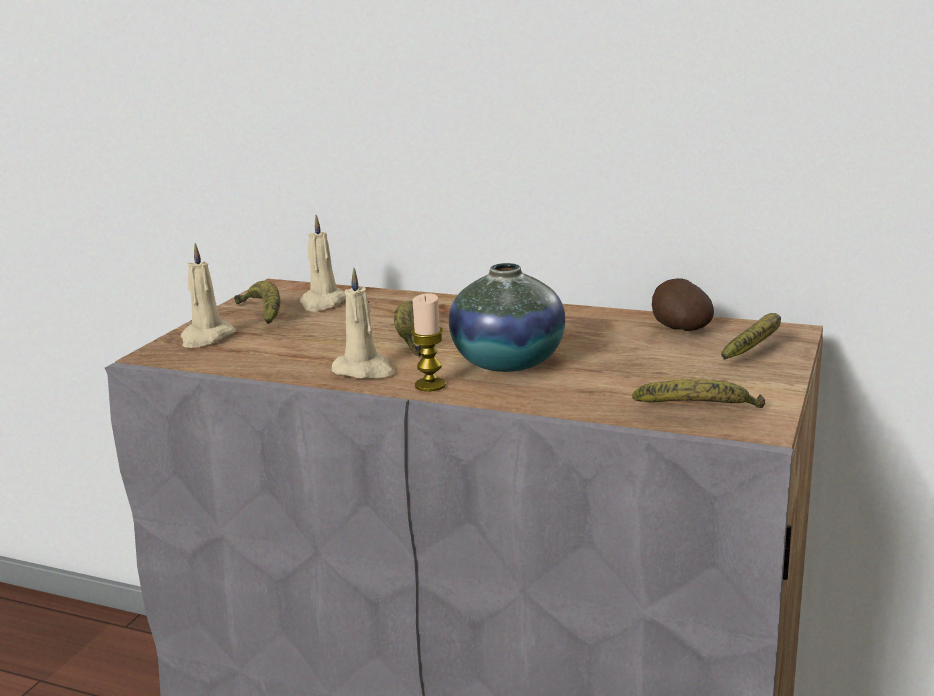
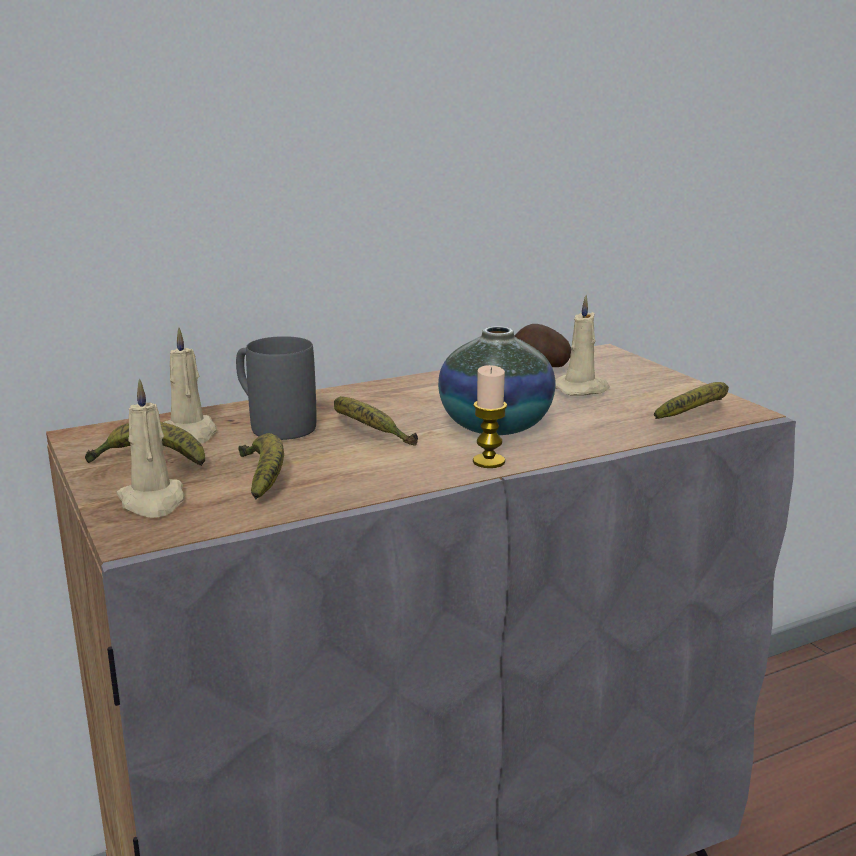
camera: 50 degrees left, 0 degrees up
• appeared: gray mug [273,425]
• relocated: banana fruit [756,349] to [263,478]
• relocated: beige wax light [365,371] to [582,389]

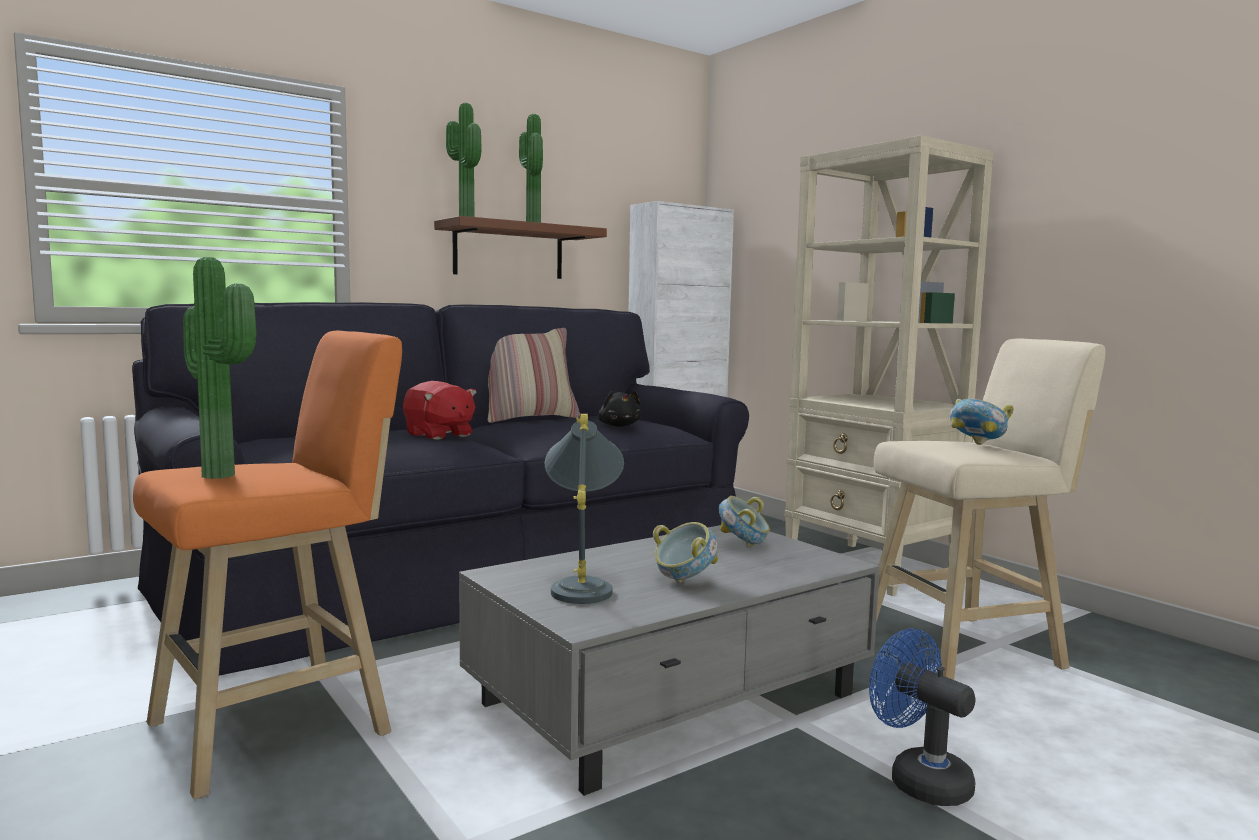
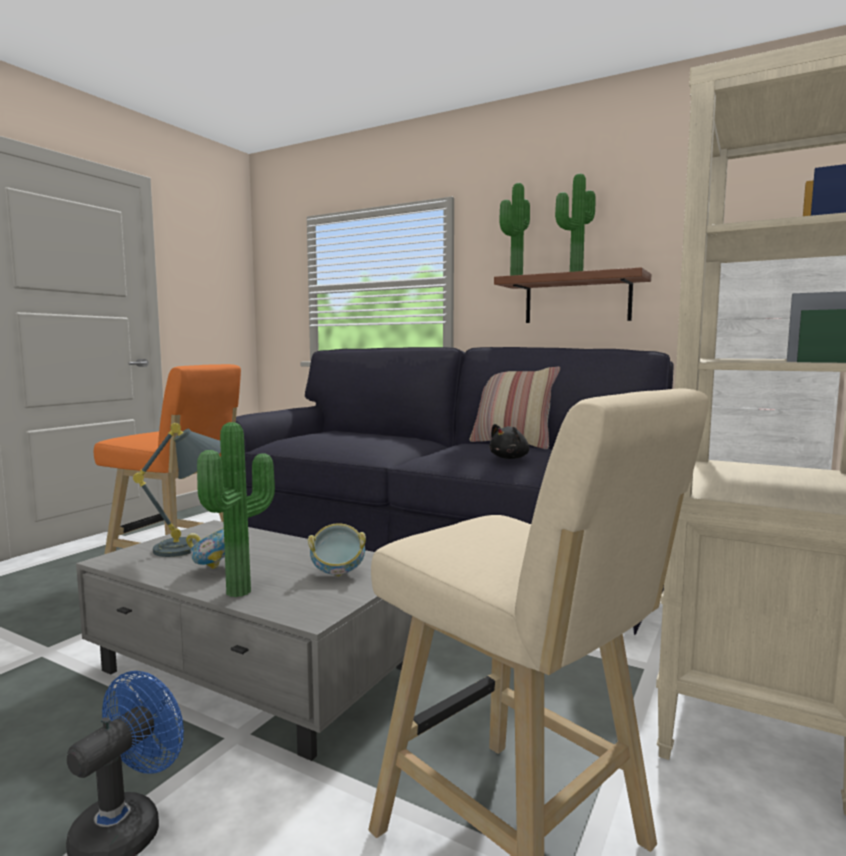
camera: 65 degrees right, 0 degrees up
• relocated: houseplant [224,474] to [243,592]
• missing: reddish cuddly toy [439,435]
• missing: serving bowl [977,445]

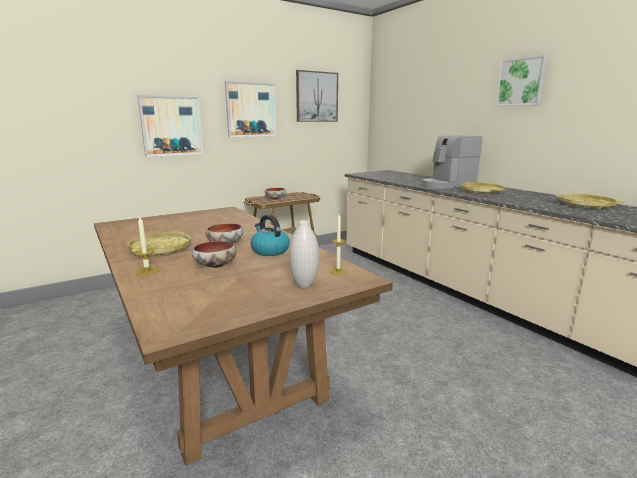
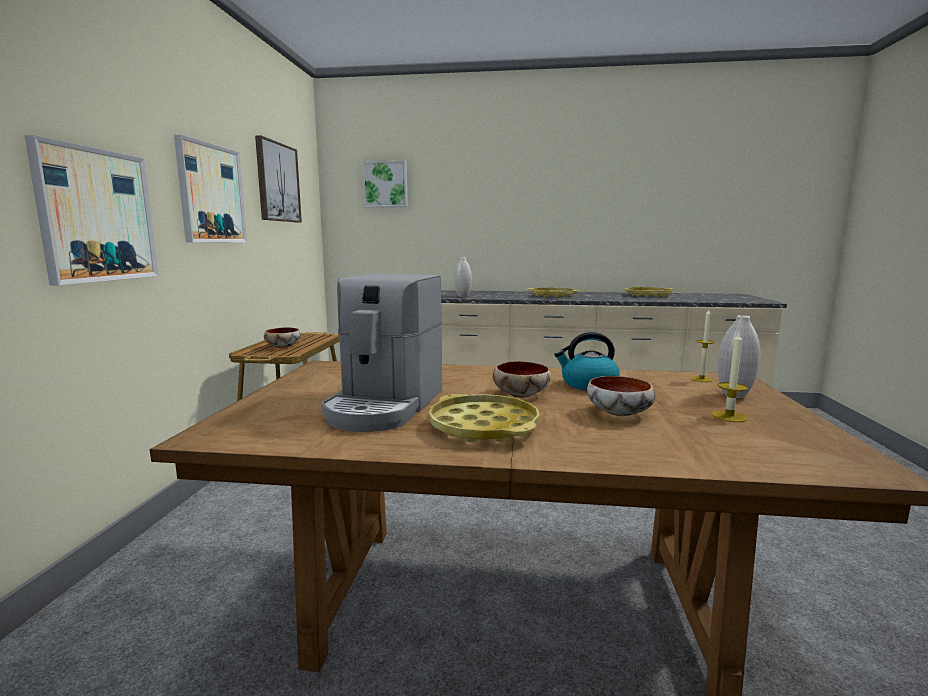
camera: 50 degrees left, 5 degrees down
• relocated: coffee brewer [447,185] to [384,406]
• relocated: wall art [521,82] to [385,184]
• appeared: white vase [462,296]
• relocated: wax light [147,271] to [729,416]

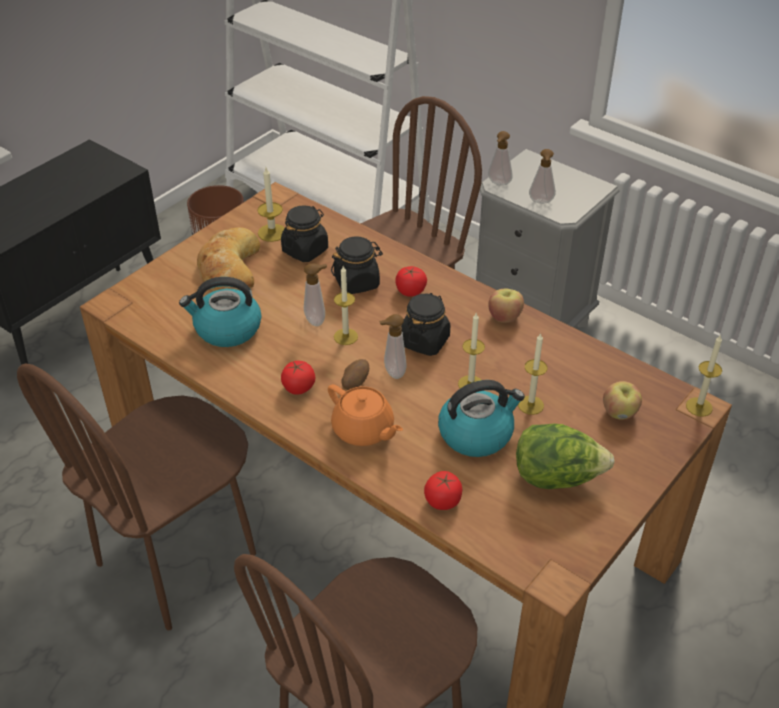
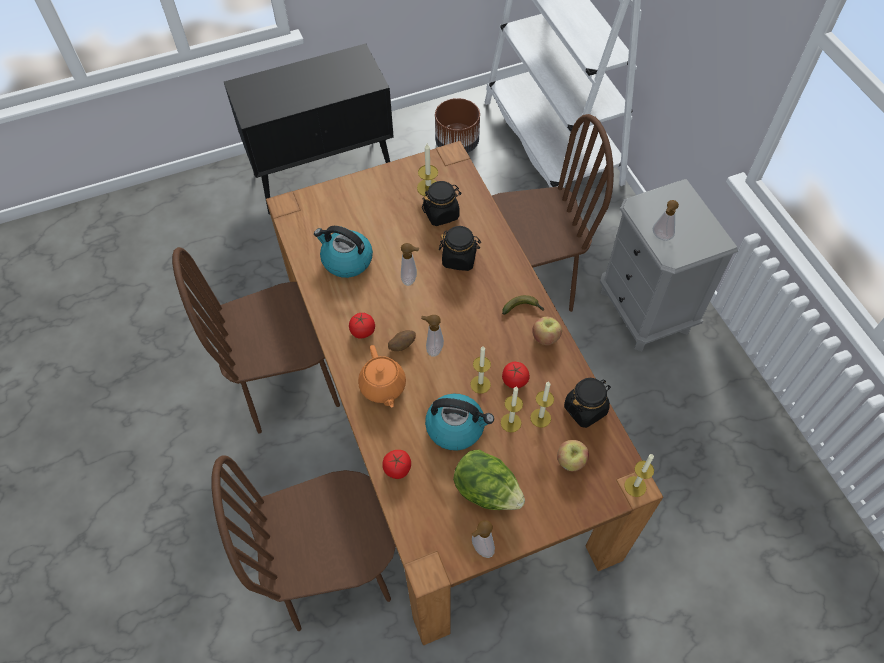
camera: 30 degrees right, 15 degrees up
• relocated: liquid soap bottle [498,184] to [480,548]
• appeared: banana fruit [523,308]
• relocated: fresh tomato [410,291] to [514,380]
• relocated: wax light [345,336] to [540,418]
• relocated: black-coloured preserve jar [424,341] to [585,409]
• missing: bread [228,268]

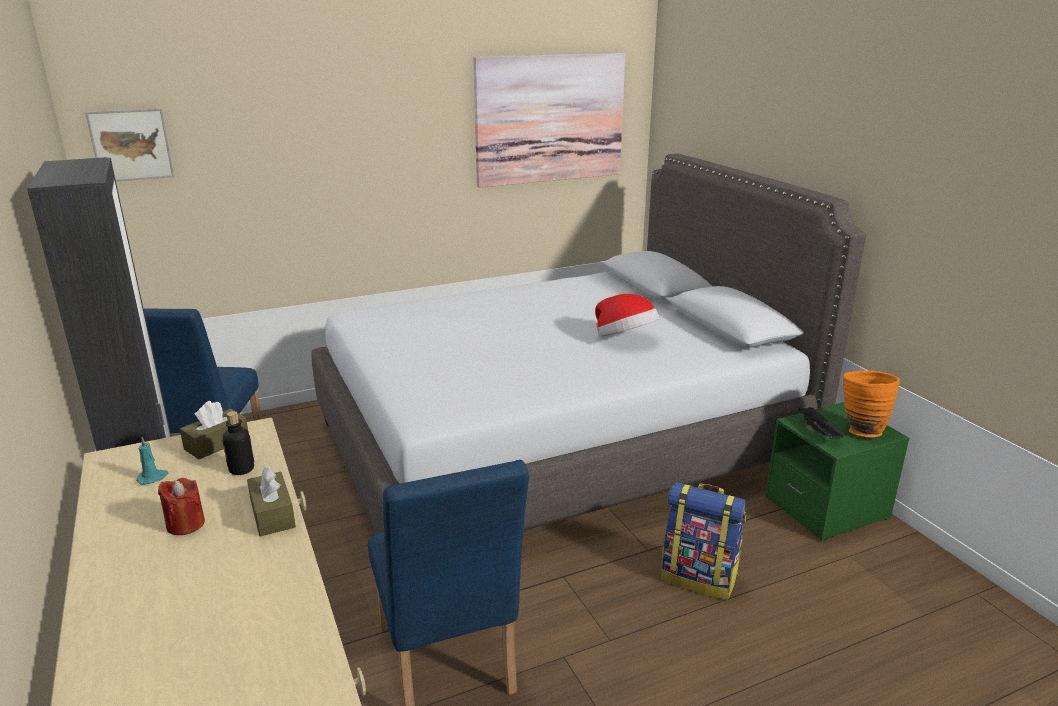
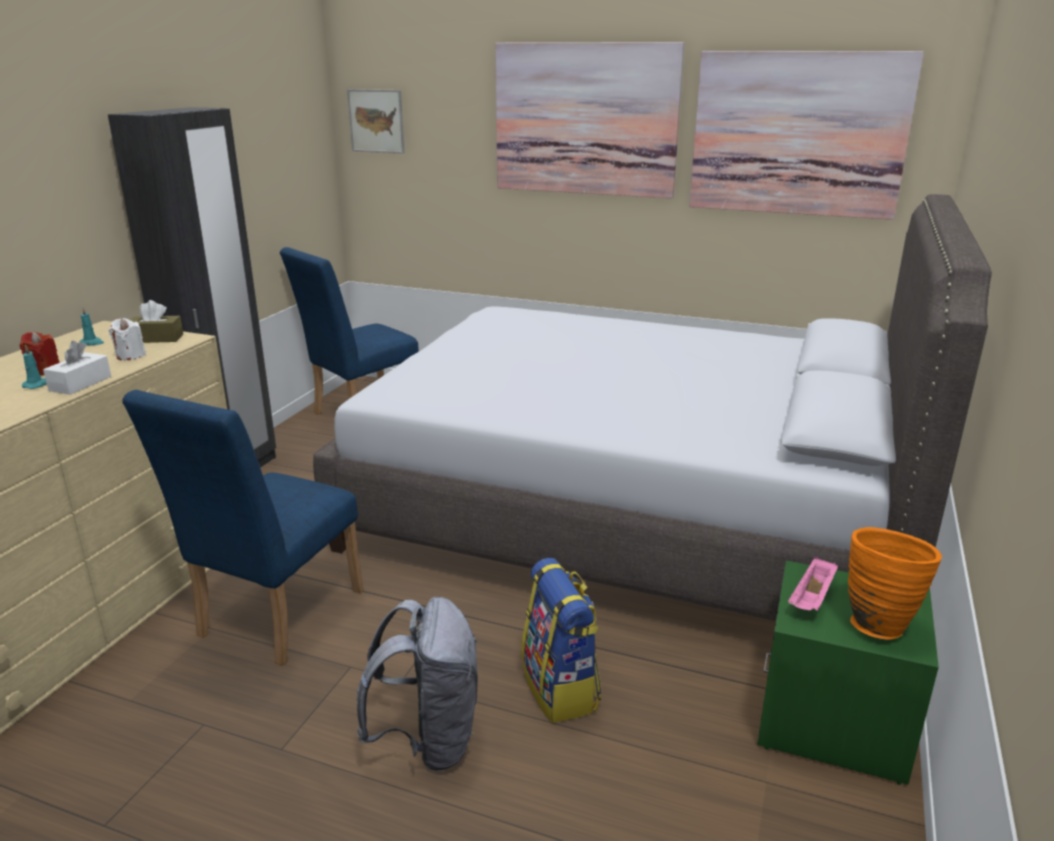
camera: 45 degrees right, 0 degrees up
• appeared: blue-green wax light [37,385]
• colour: brownish box of tissues [272,514] to white box of tissues [80,383]
• exchanged: drink bottle [241,469] to white wax light [130,356]
• appeared: gray backpack [428,740]
• appeared: wall art [585,119]
• colour: black-coloured tray [820,432] to pink tray [812,598]
• missing: hat [625,339]

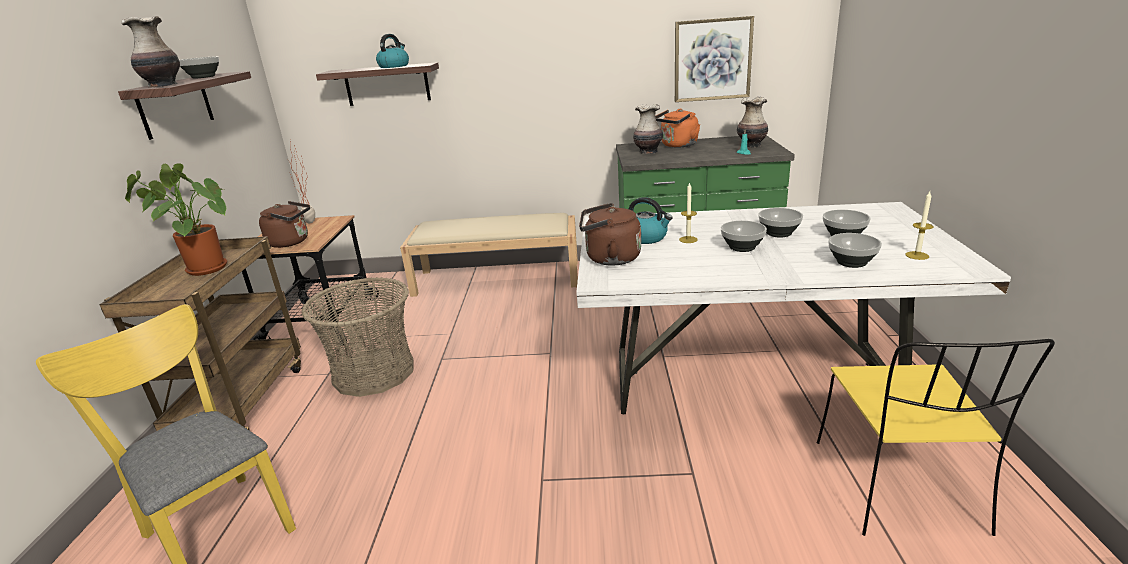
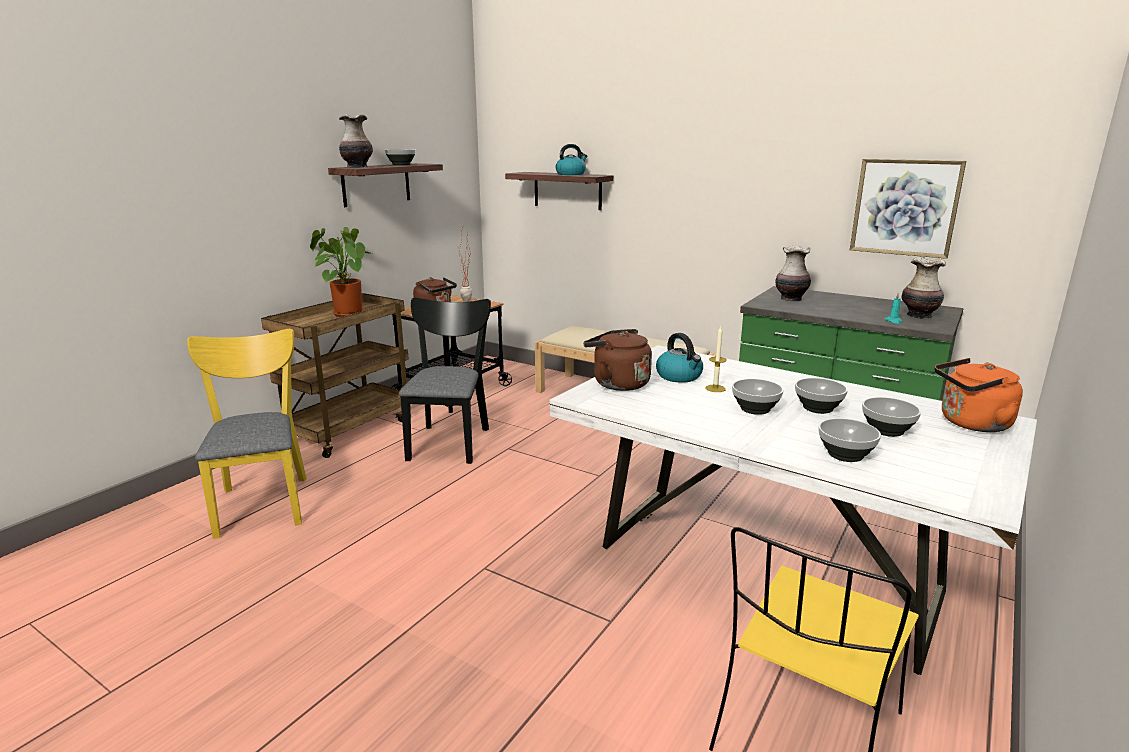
camera: 30 degrees right, 5 degrees down
• exchanged: basket [374,372] to black-coloured upright chair [450,440]
• relocated: orange tea kettle [677,145] to [971,424]
• missing: wax light [917,255]

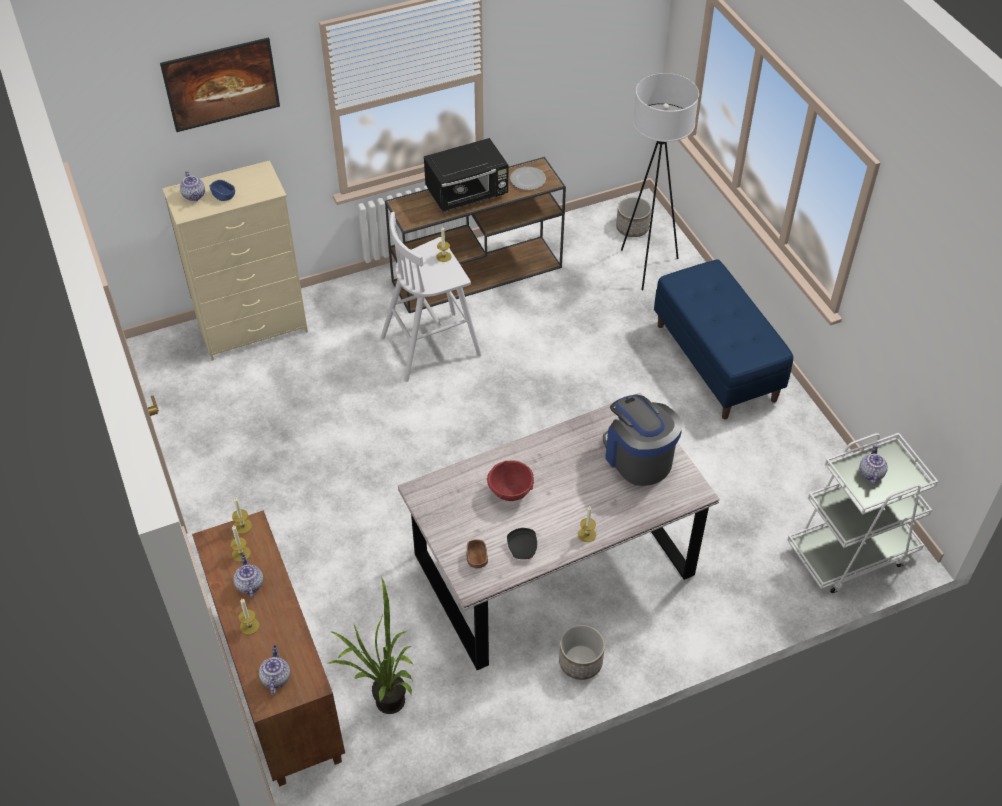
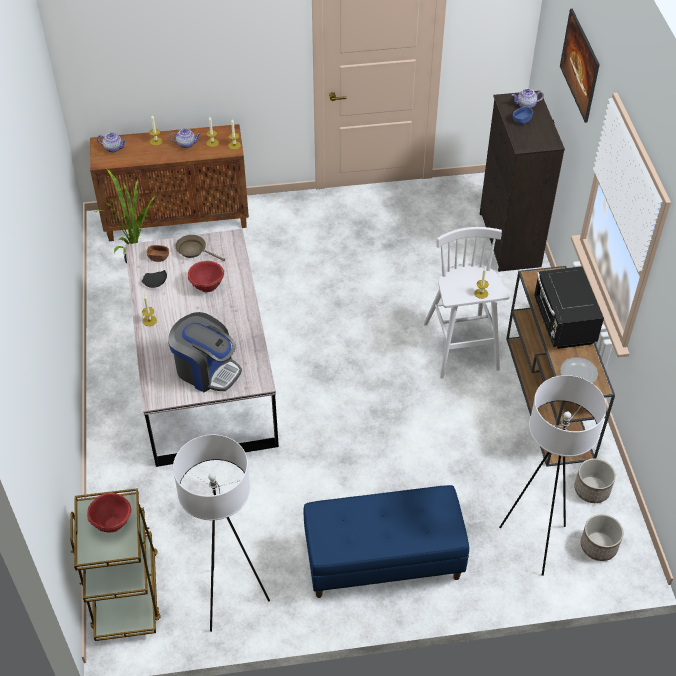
camera: 105 degrees right, 0 degrees up
• colour: white trolley [851,552] to brownish trolley [126,591]
• exchanged: pot for tea [870,473] to reddish serving bowl [112,522]
• spun: coffee brewer [638,457] = [206,370] 45 degrees clockwise
• appeared: white standard lamp [230,599]
• appeared: brownish frying pan [194,250]
• colour: beige chest of drawers [254,329] to black-coloured chest of drawers [509,240]
• relocated: flower pot [580,661] to [592,490]

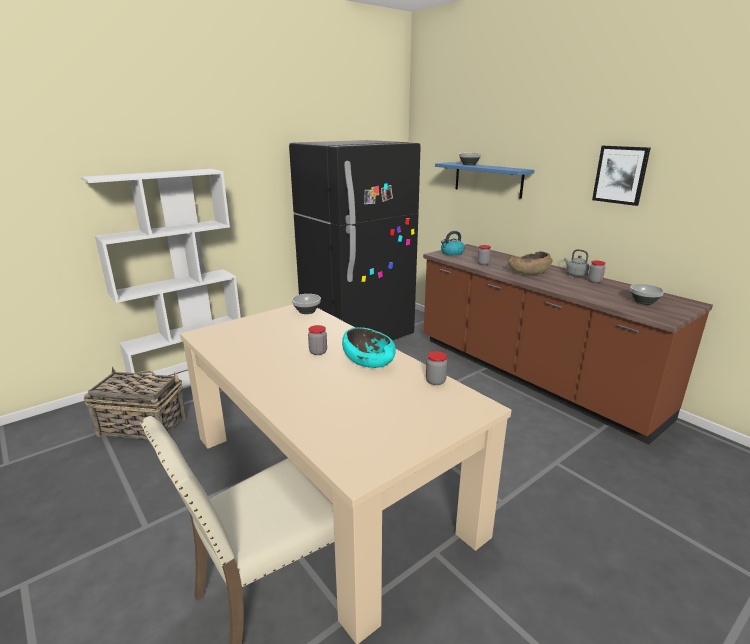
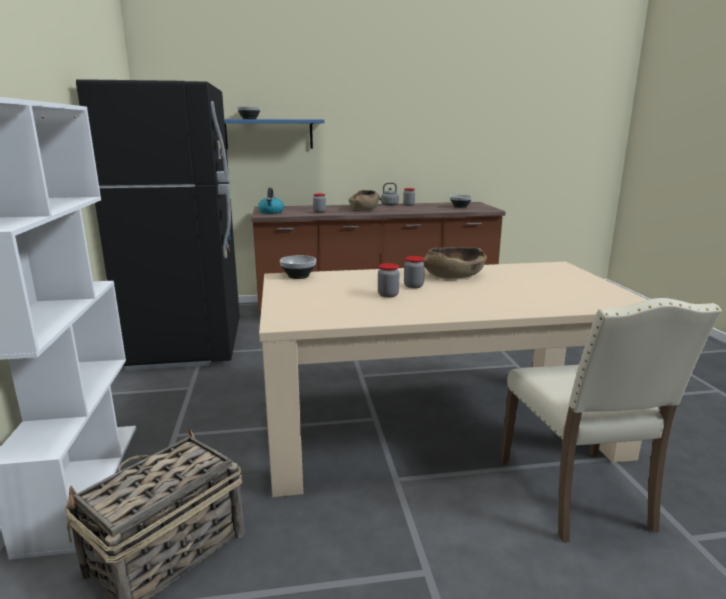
camera: 60 degrees left, 5 degrees down
• relocated: preserve jar [435,381] to [388,295]
• colour: blue-green serving bowl [368,361] to brownish serving bowl [453,275]
• missing: wall art [620,175]

